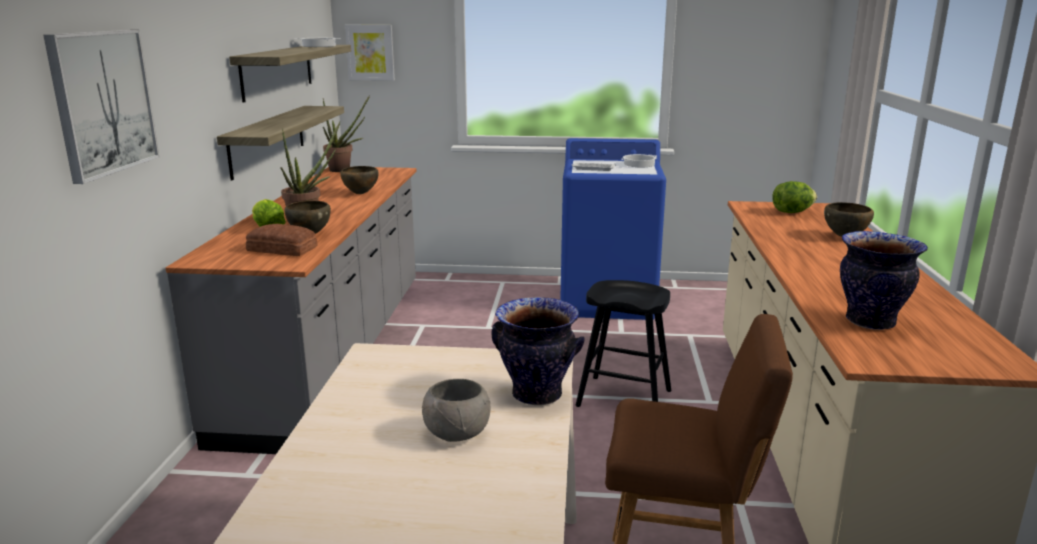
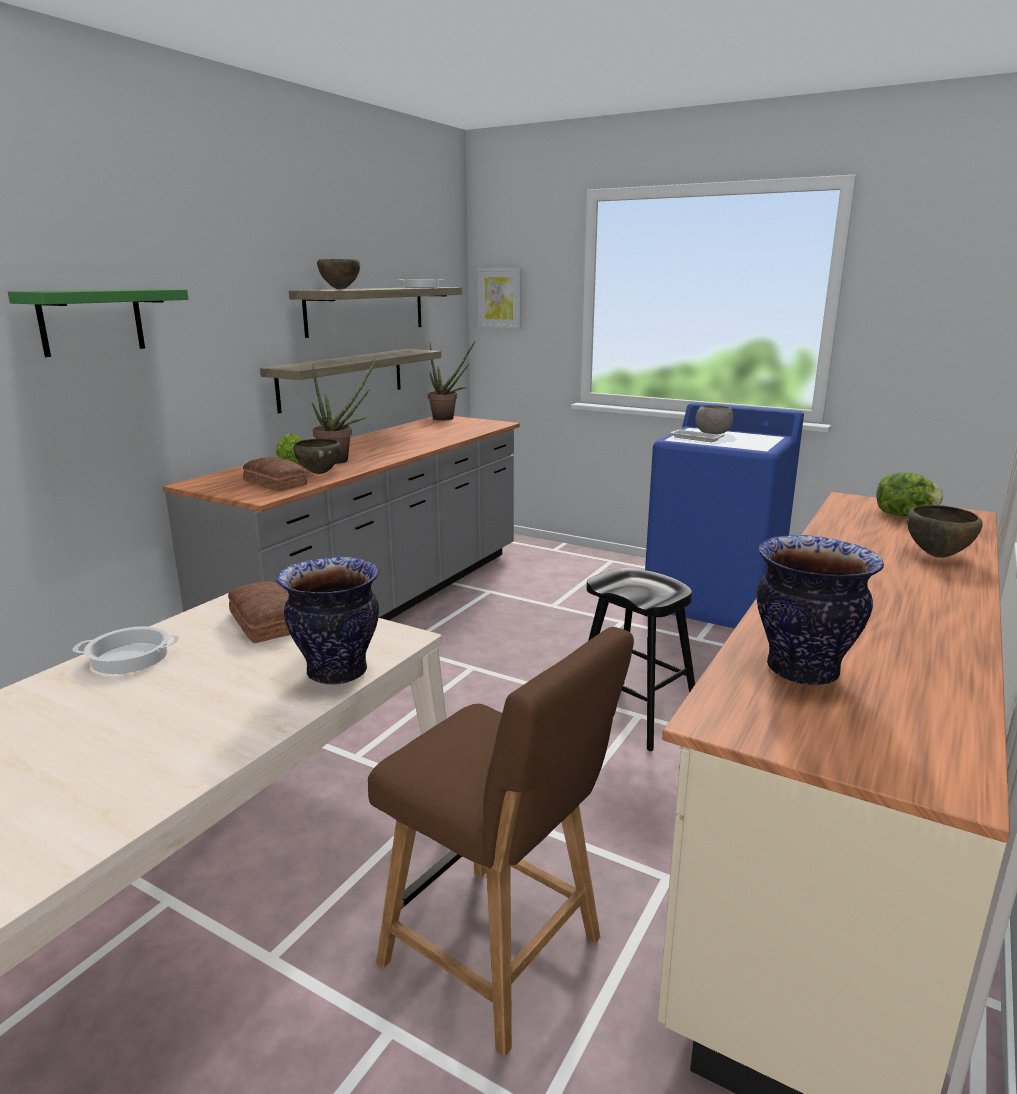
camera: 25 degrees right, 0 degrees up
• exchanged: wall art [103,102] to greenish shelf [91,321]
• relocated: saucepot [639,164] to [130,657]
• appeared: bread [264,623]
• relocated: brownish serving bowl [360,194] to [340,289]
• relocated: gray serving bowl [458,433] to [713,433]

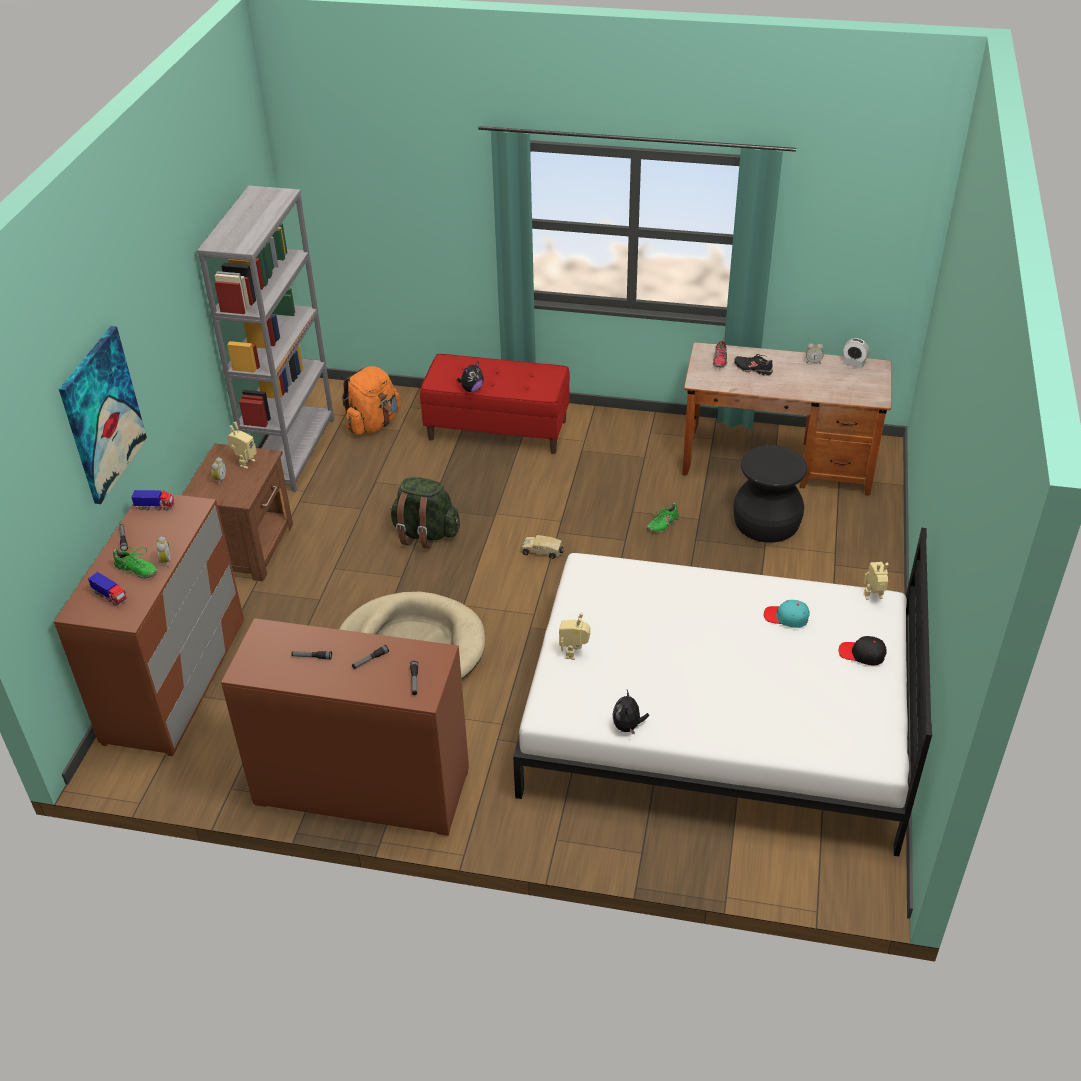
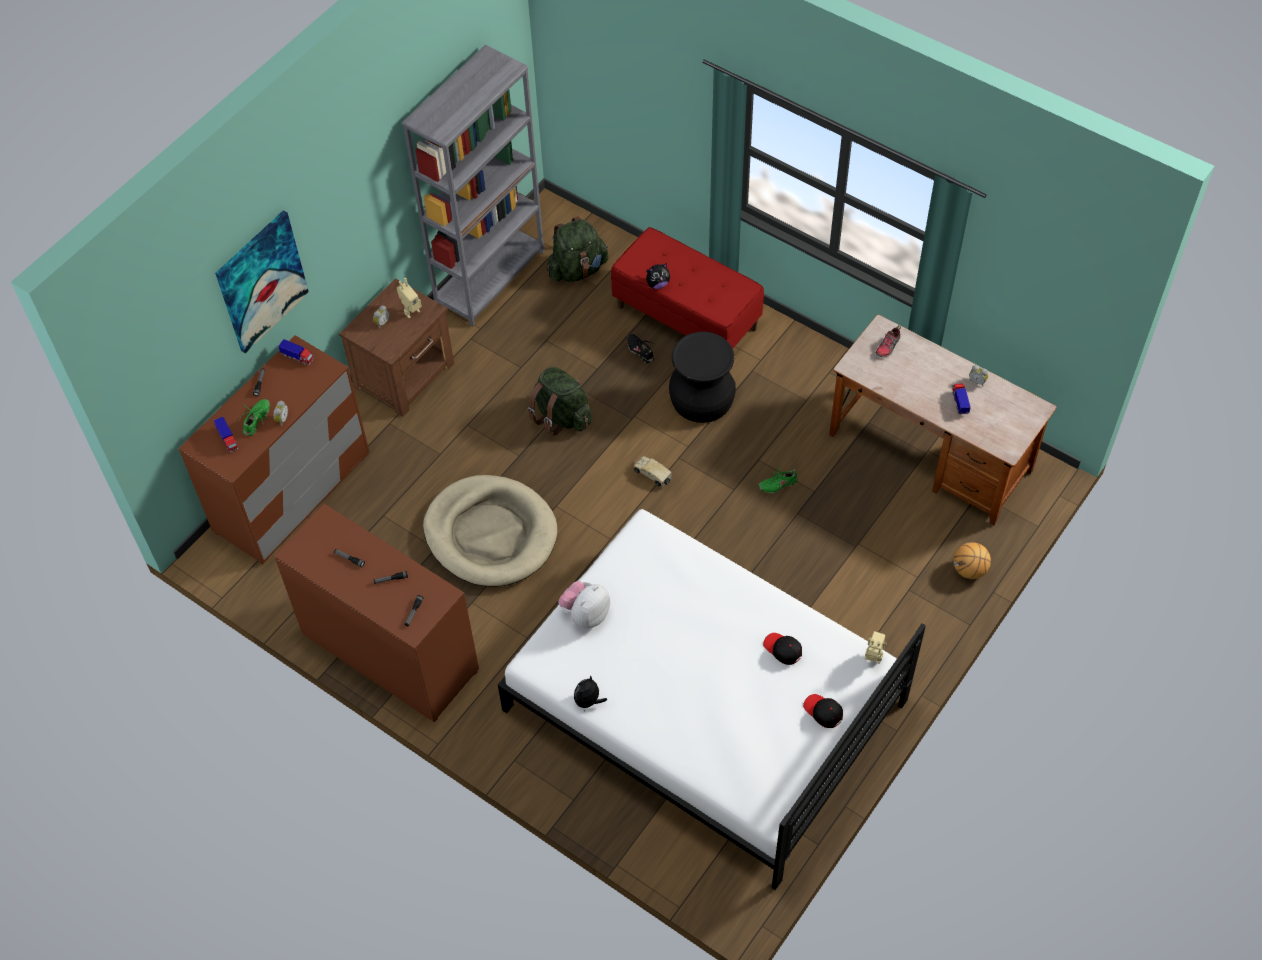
camera: 25 degrees right, 15 degrees up
• spun: greenish item of footwear [136,570] = [257,420] 120 degrees counterclockwise
• colour: orange backpack [374,424] to greenish backpack [577,270]
• exchanged: toy robot [574,653] to cuddly toy [586,614]
• relocated: black-coloured item of footwear [753,369] to [640,351]
• relocated: black-coloured stool [766,523] to [701,399]
• colour: blue-green cap [786,617] to black-coloured cap [782,649]
• appeared: toy lorry [960,403]
• appeared: basketball [969,570]
• missing: bedside clock [853,363]

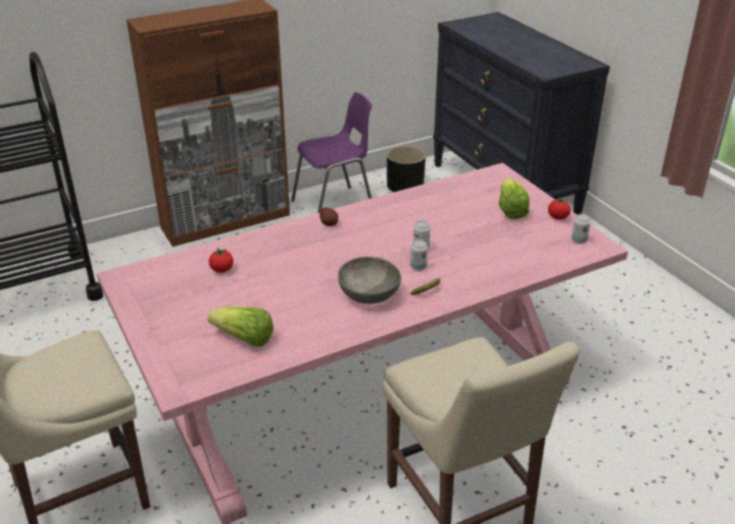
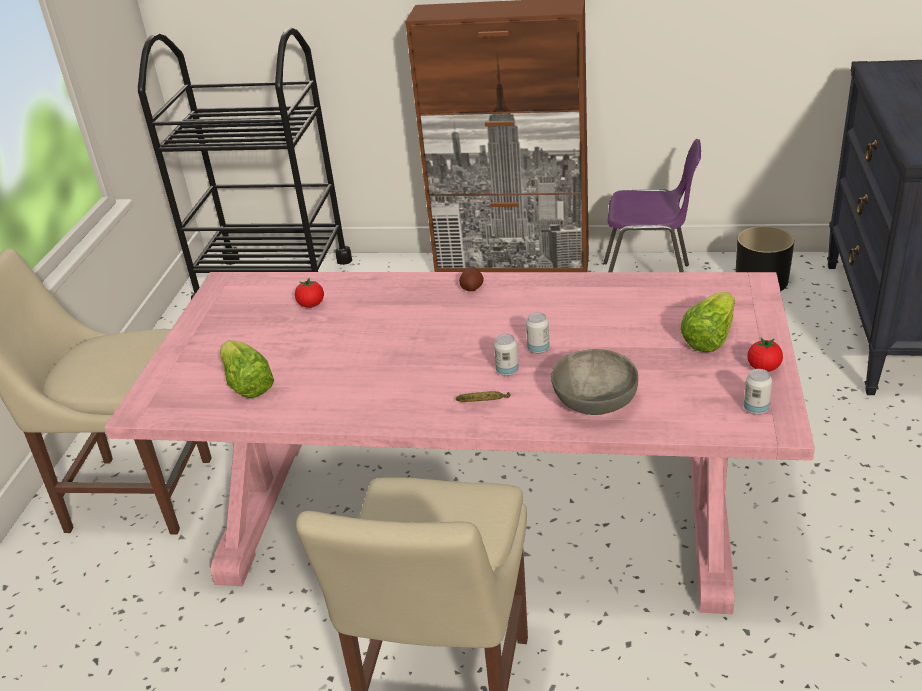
camera: 40 degrees right, 0 degrees up
• relocated: gray serving bowl [368,294] to [593,401]

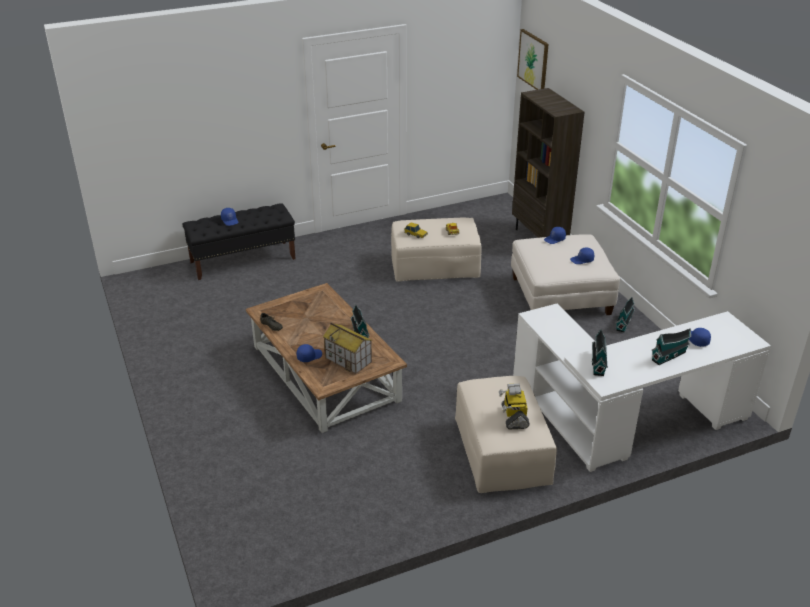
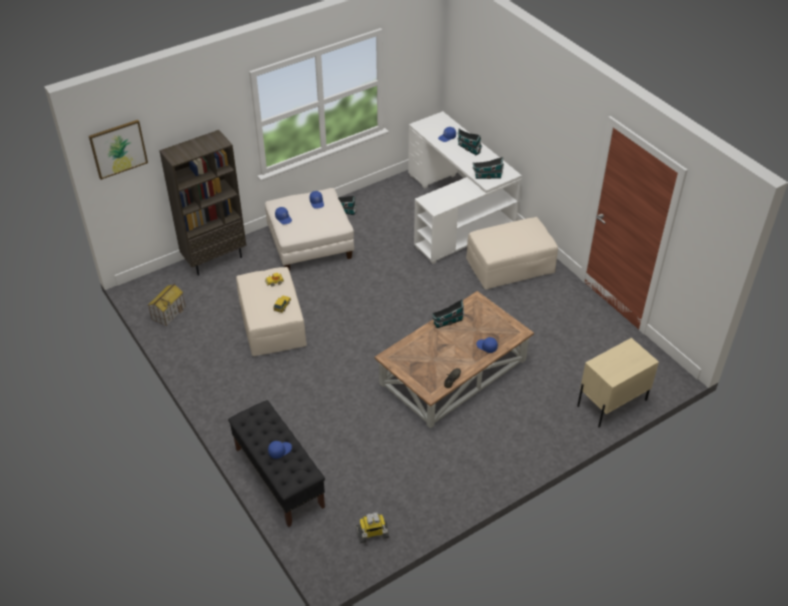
camera: 100 degrees left, 10 degrees up
• relocated: toy house [349,360] to [168,313]
• relocated: toy robot [513,417] to [372,534]
• appeared: beige bedside table [611,403]

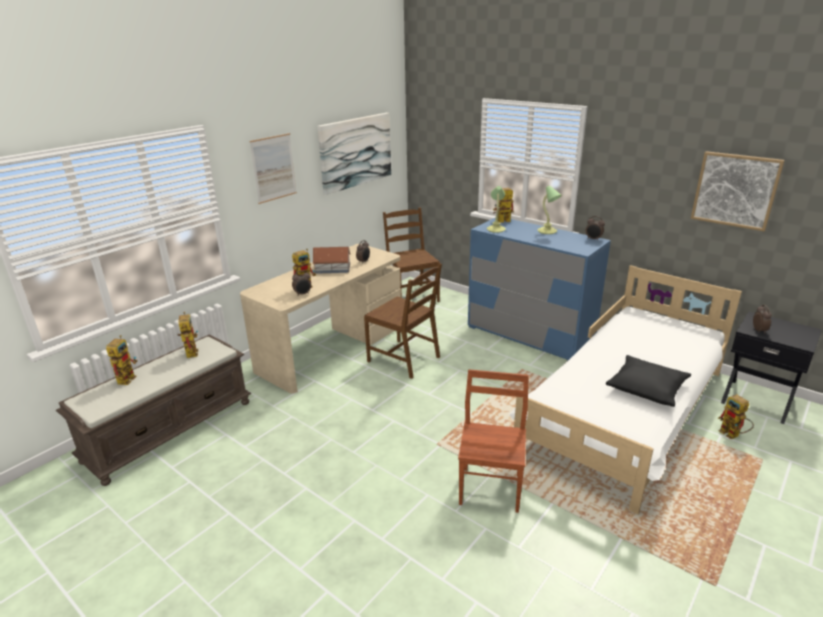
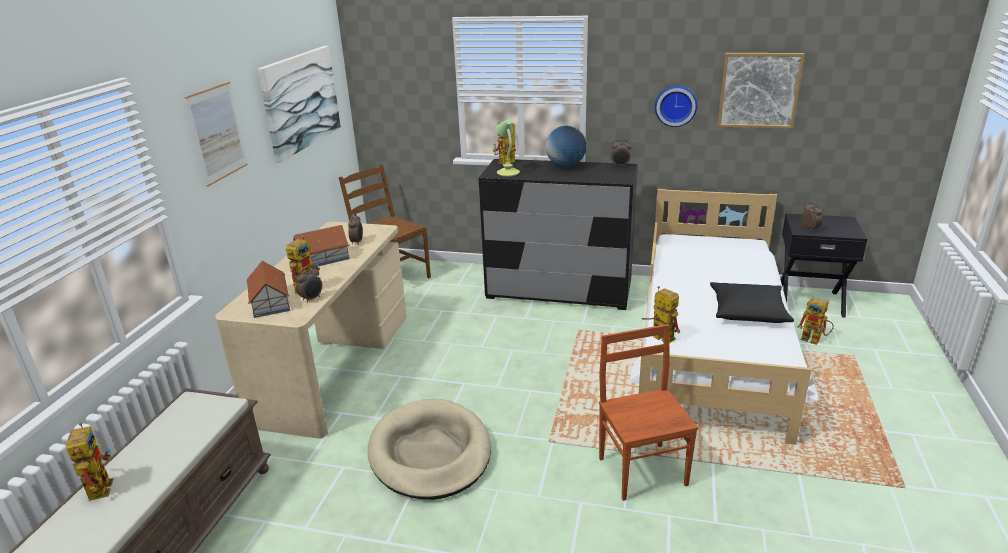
camera: 25 degrees left, 0 degrees up
• appeared: toy house [270,302]
• appeared: beige dog cushion [430,453]
• colour: bluish chest of drawers [529,335] to black-coloured chest of drawers [559,291]
• exchanged: lamp for a table [547,231] to desk globe [565,166]
• relocated: toy robot [190,352] to [658,337]
• appeared: clock on the wall [676,105]
• missing: brownish upright chair [404,359]

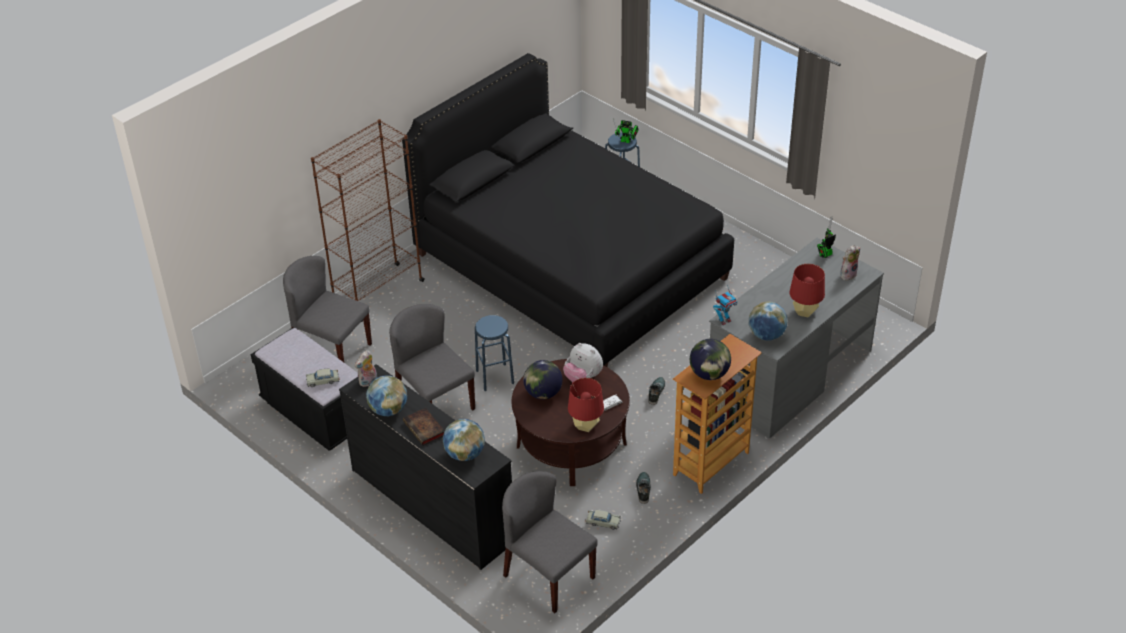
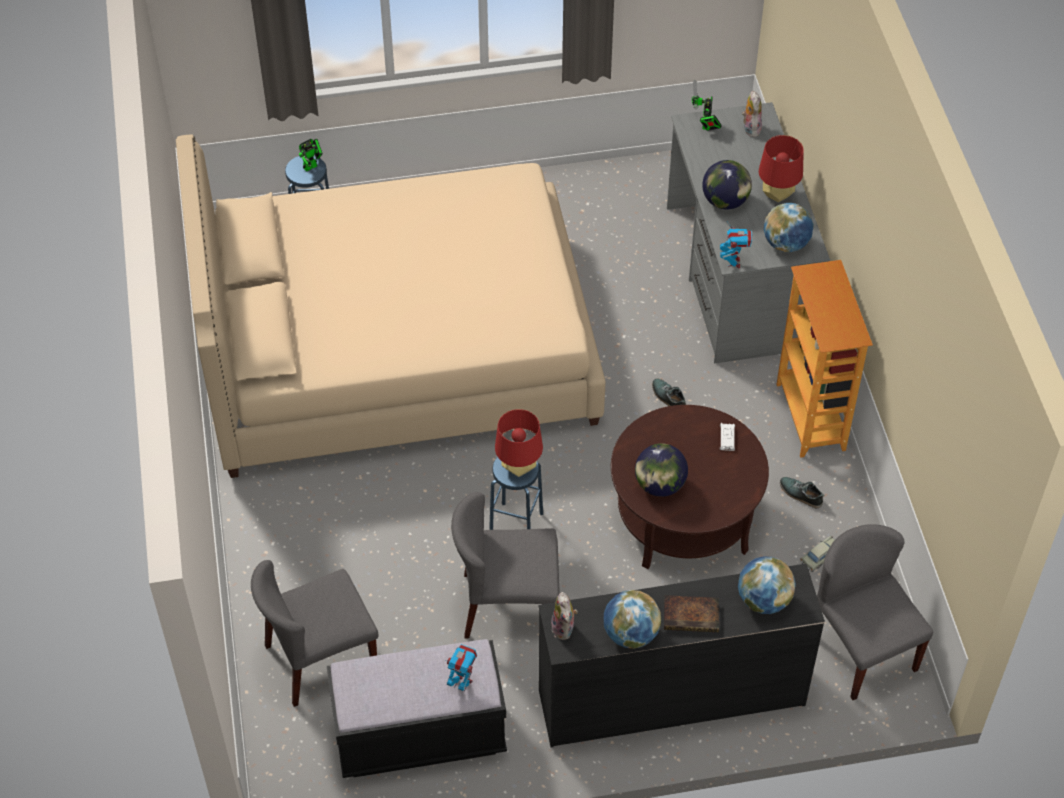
camera: 55 degrees left, 10 degrees up
• colour: black-coloured bed [570,266] to beige bed [397,350]
• exchanged: beige model car [323,381] to toy robot [462,683]
• relocated: reddish lamp for a table [586,426] to [519,468]
• relocated: desk globe [709,374] to [725,201]
• spun: gray upright chair [548,576] = [860,649] 75 degrees clockwise
• missing: brownish bookshelf [378,292]
• missing: cuddly toy [583,377]

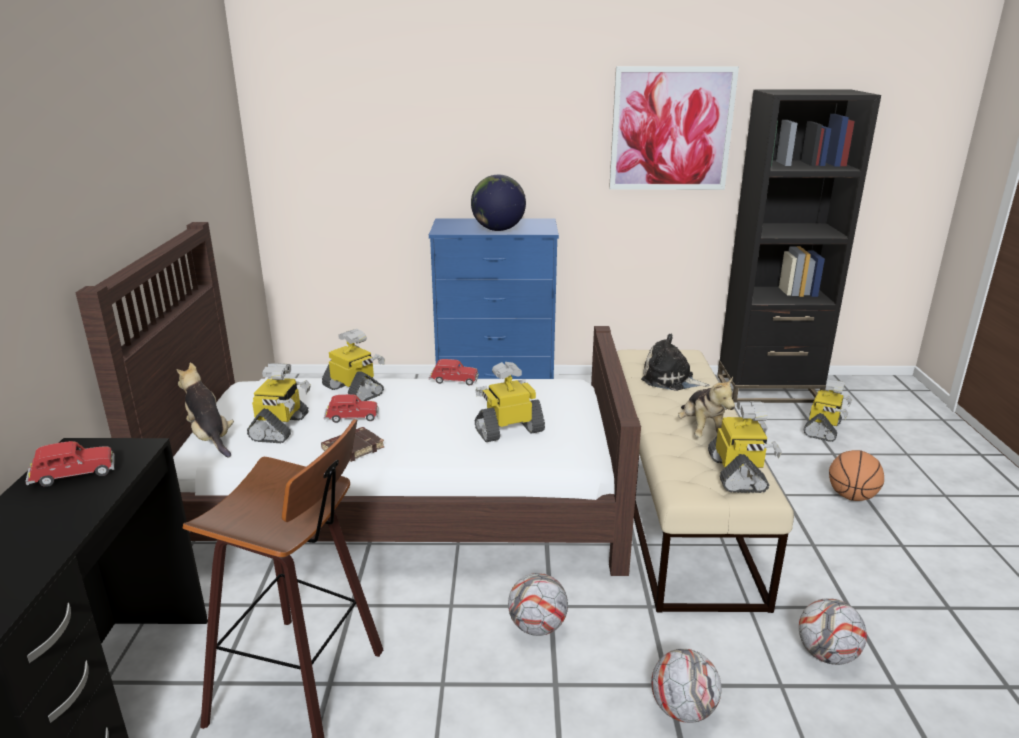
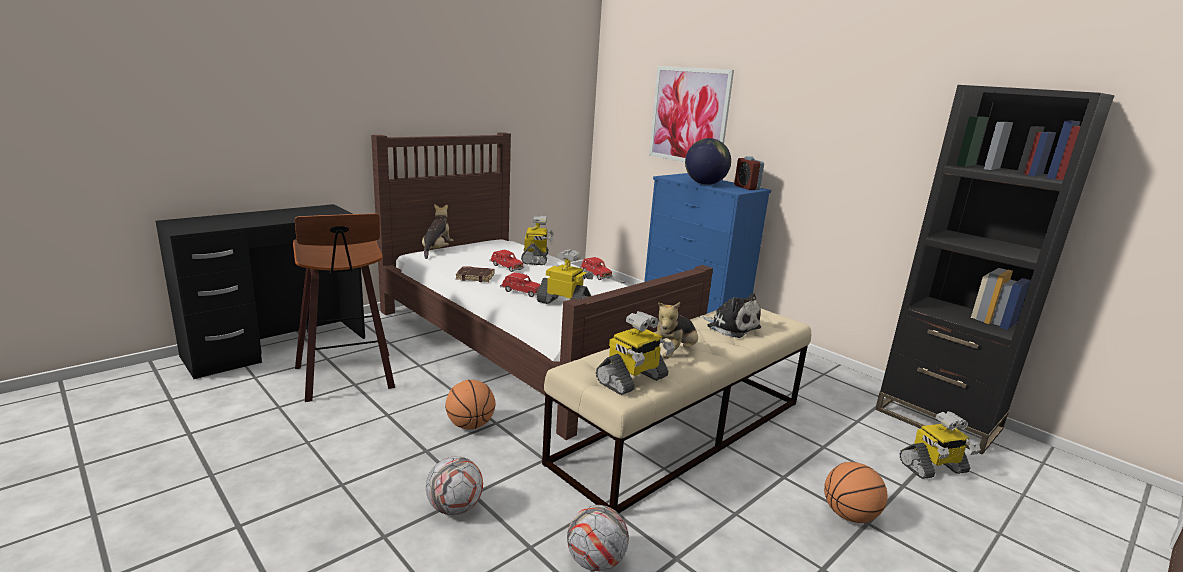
camera: 45 degrees right, 5 degrees down
• exchanged: ball for football [537,627] to basketball [470,425]
• relocated: reddish model car [73,475] to [521,292]
• relocated: wall art [671,129] to [689,115]
• spun: cuddly toy [670,380] = [730,327] 150 degrees clockwise
• appeared: bedside clock [746,187]
• missing: toy robot [281,428]

